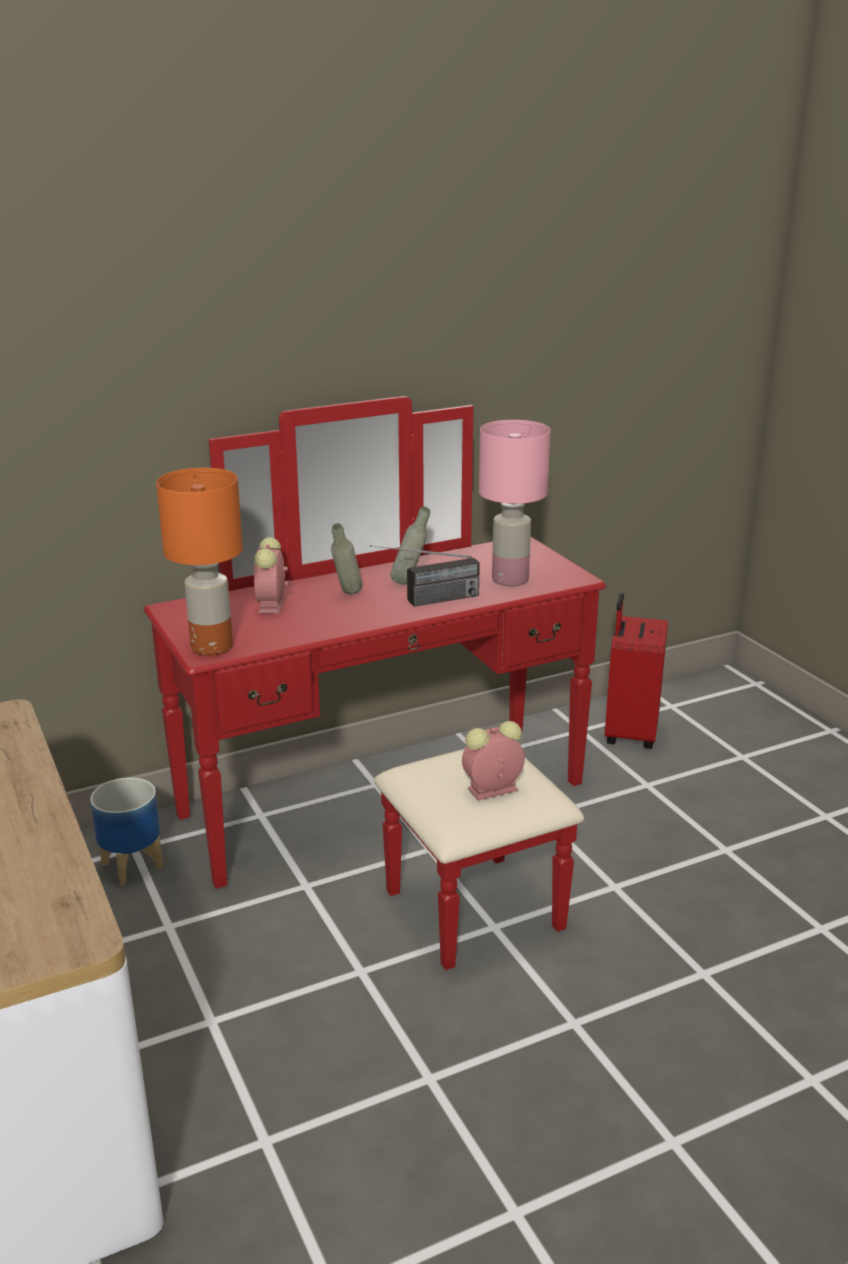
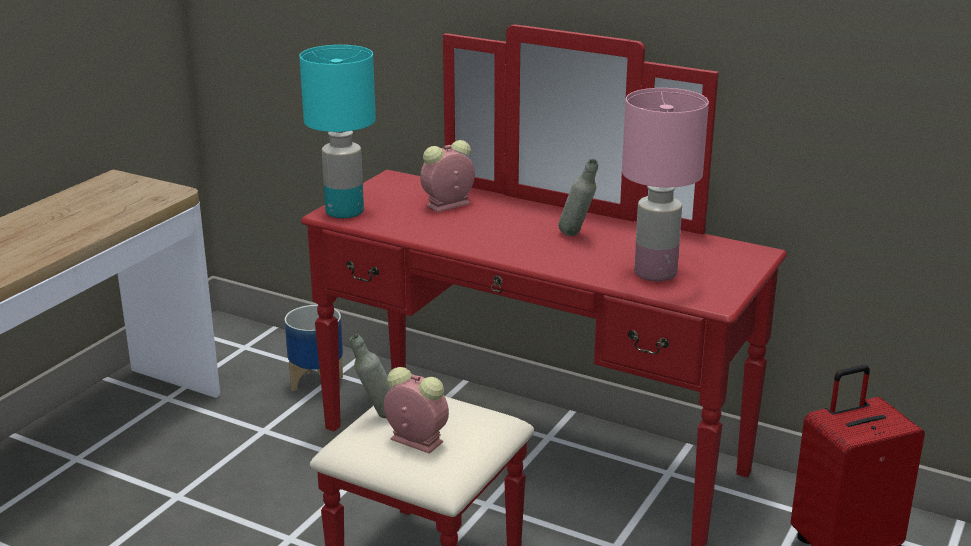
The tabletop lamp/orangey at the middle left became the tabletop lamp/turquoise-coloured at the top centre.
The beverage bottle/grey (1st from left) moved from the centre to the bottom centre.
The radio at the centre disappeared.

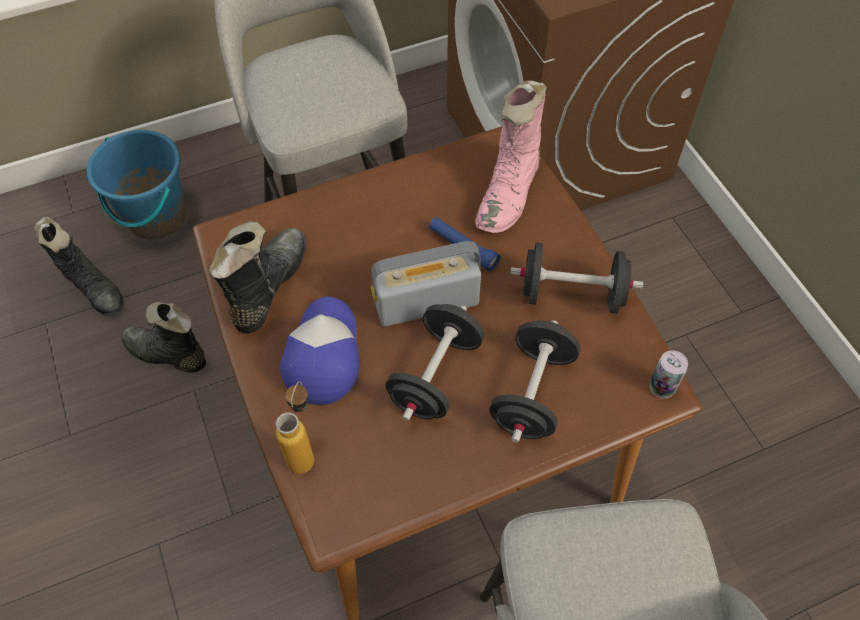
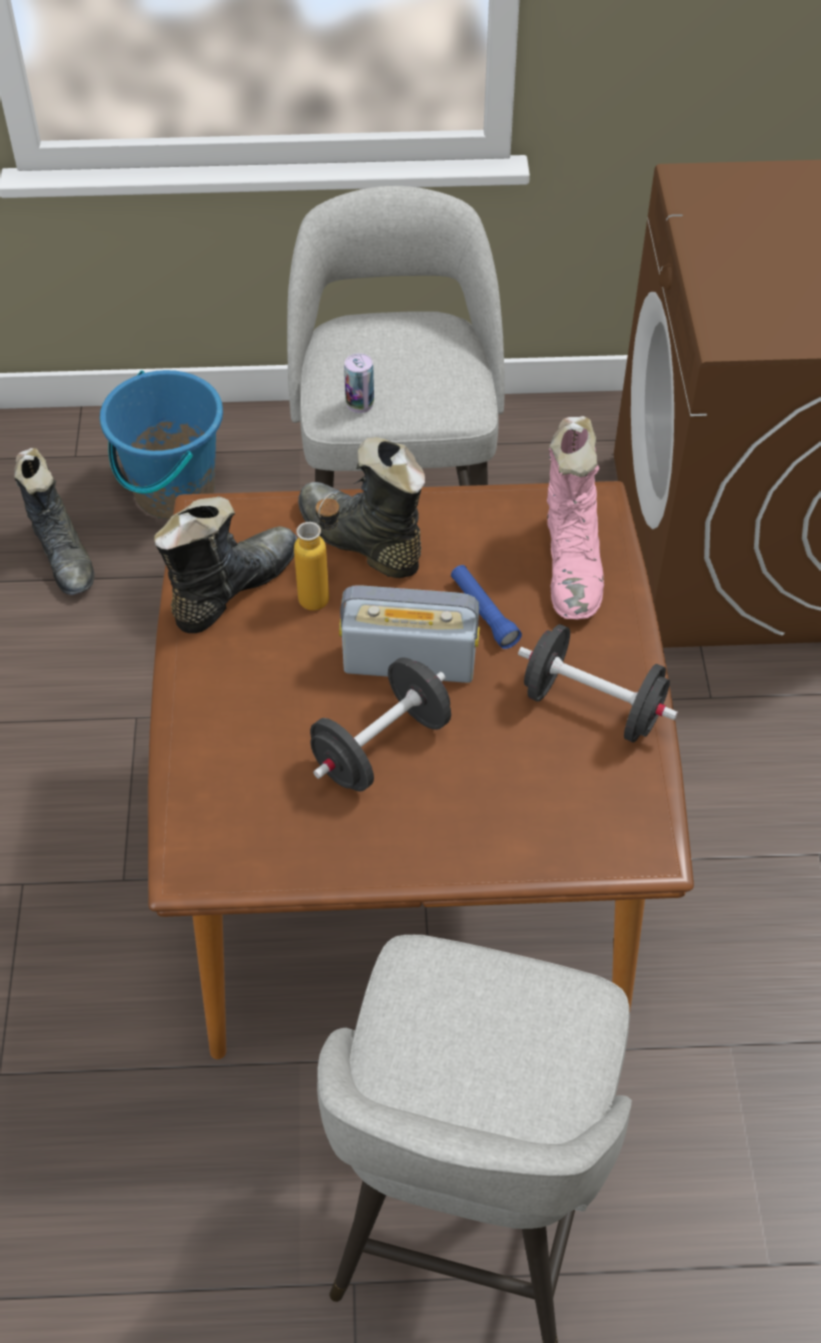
The beverage bottle moved from the bottom centre to the centre.
The high-top boot/blackish (2nd from left in the first image) moved from the middle left to the centre.
The can moved from the middle right to the top centre.
The high-top boot/pinkish at the top centre turned 45 degrees counterclockwise.
The cap at the centre disappeared.
The dumbbell/blackish (2nd from left) at the centre disappeared.

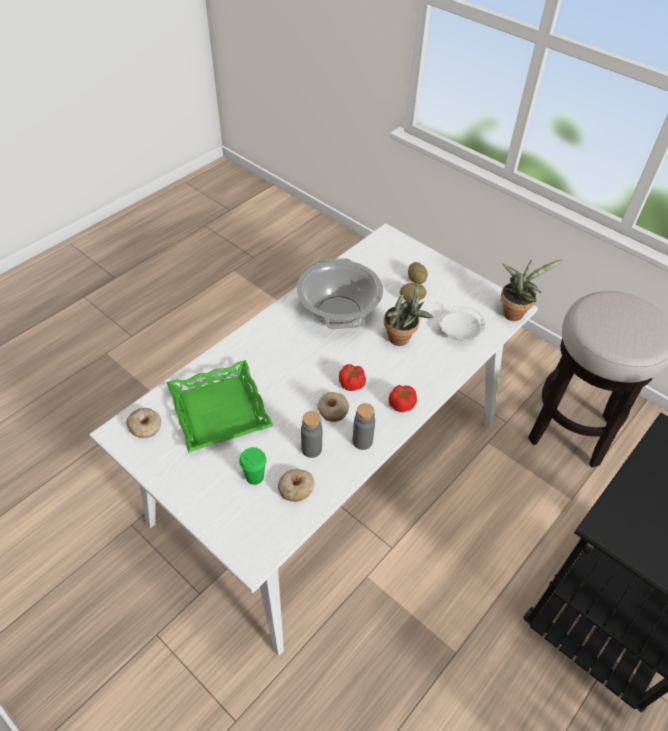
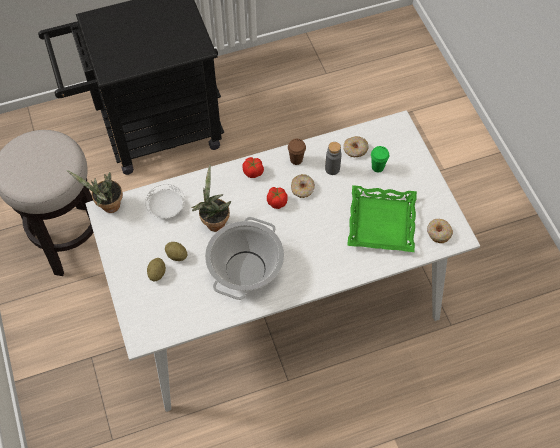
The beverage bottle/grey (2nd from left) at the centre was replaced by the drinking cup/brown at the centre.

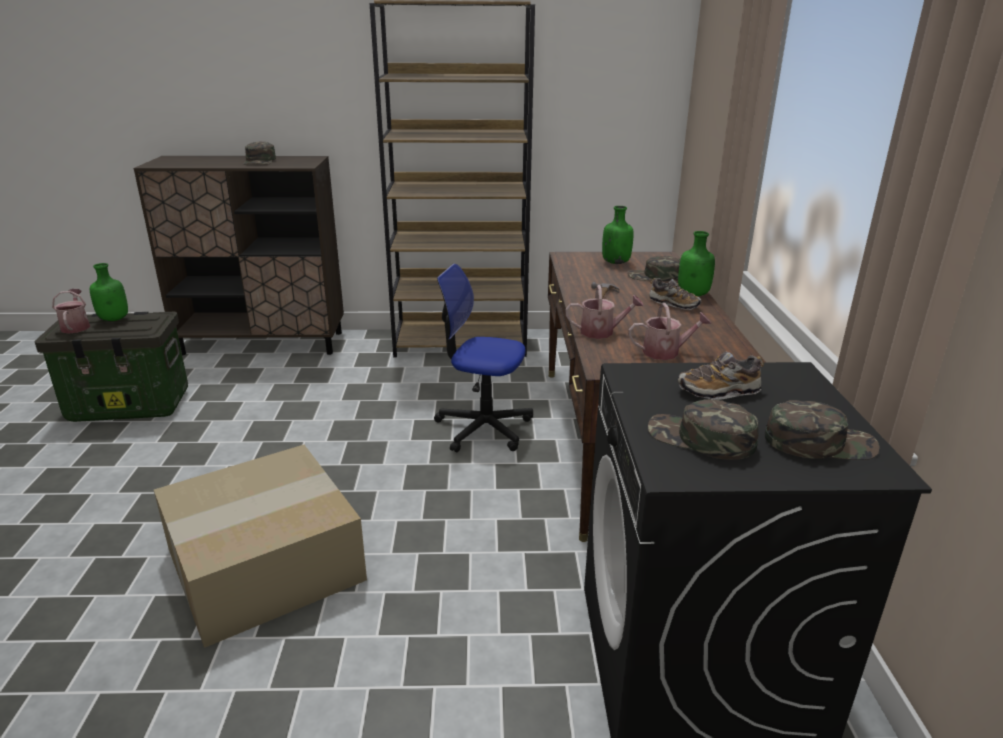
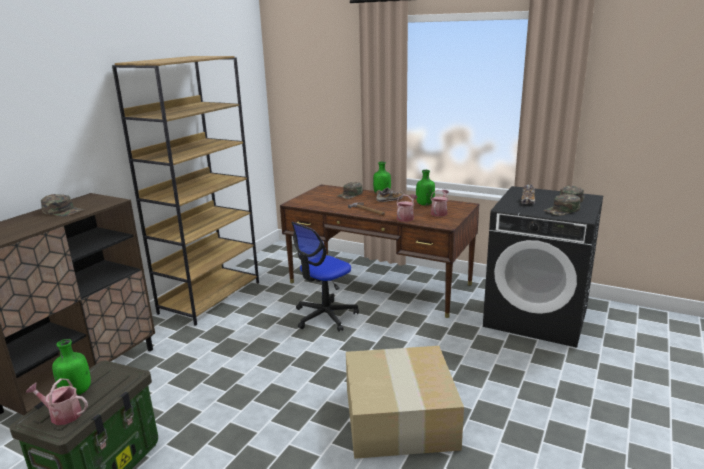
The beverage bottle/green-coloured (2nd from left in the first image) moved from the top centre to the centre.

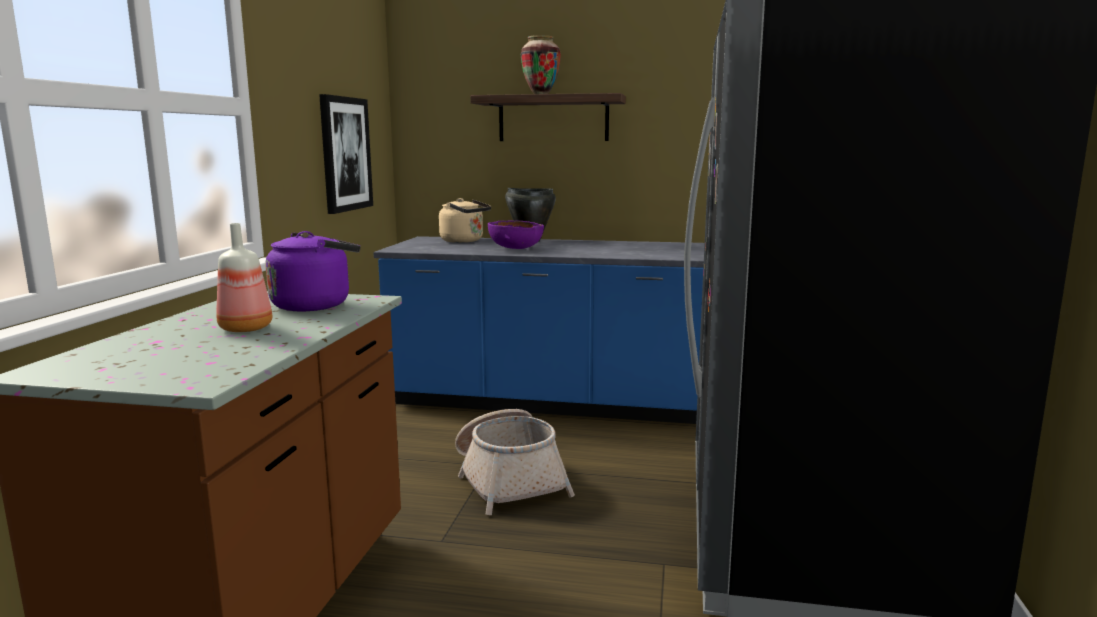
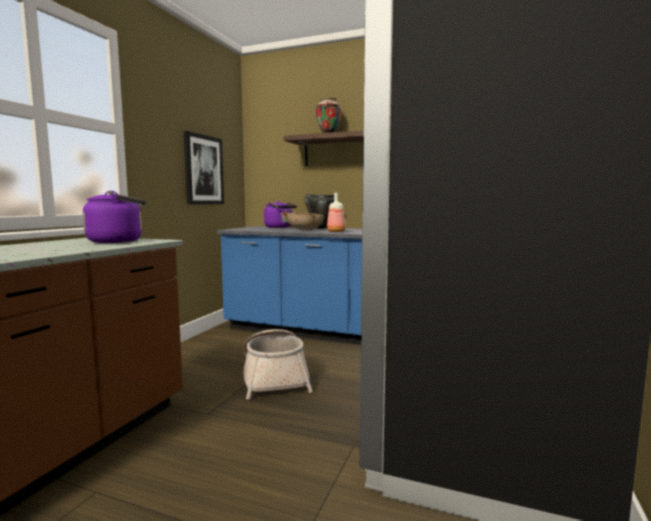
The water kettle/beige at the centre became the water kettle/purplish (2nd from left) at the centre.
The serving bowl/purplish at the centre became the serving bowl/brown at the centre.
The beverage bottle moved from the middle left to the centre.

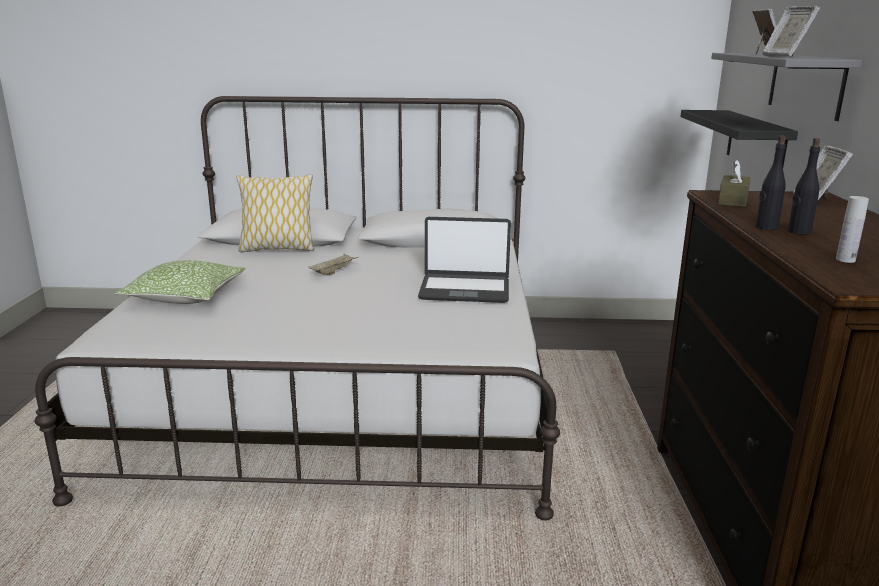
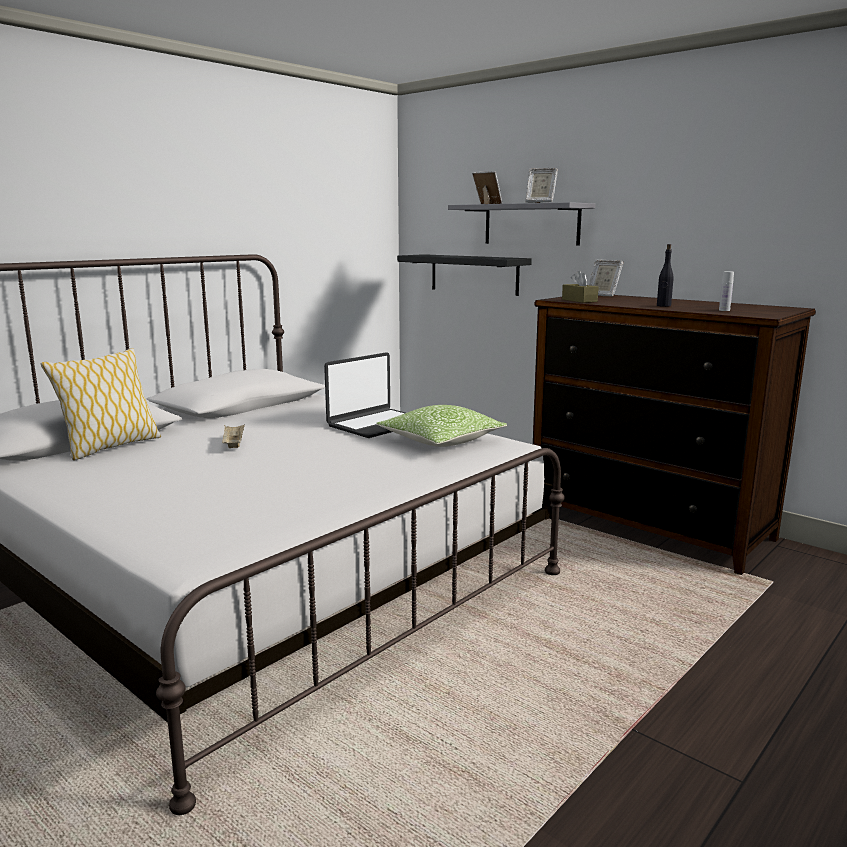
The cushion (1st from left in the first image) moved from the middle left to the centre.
The beverage bottle/blackish (1st from left) at the top right disappeared.

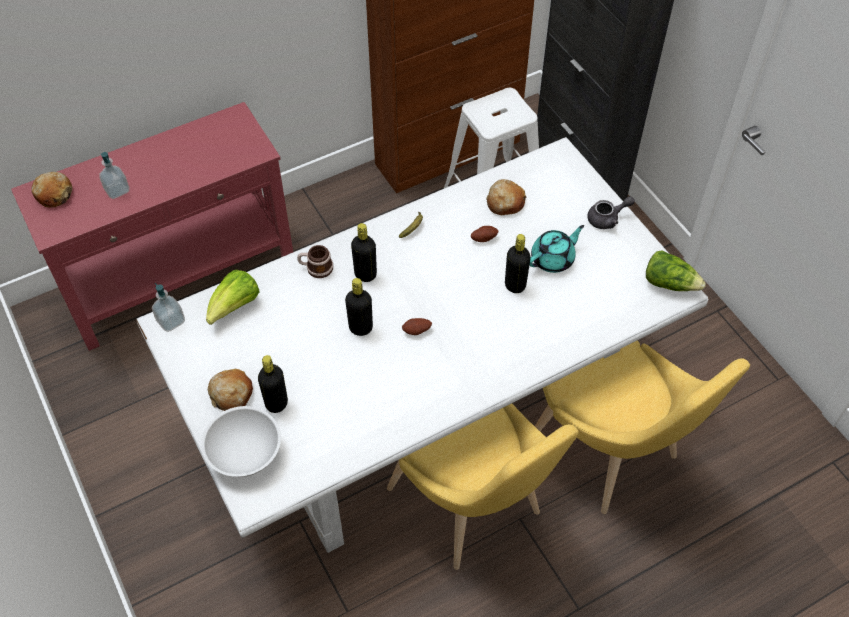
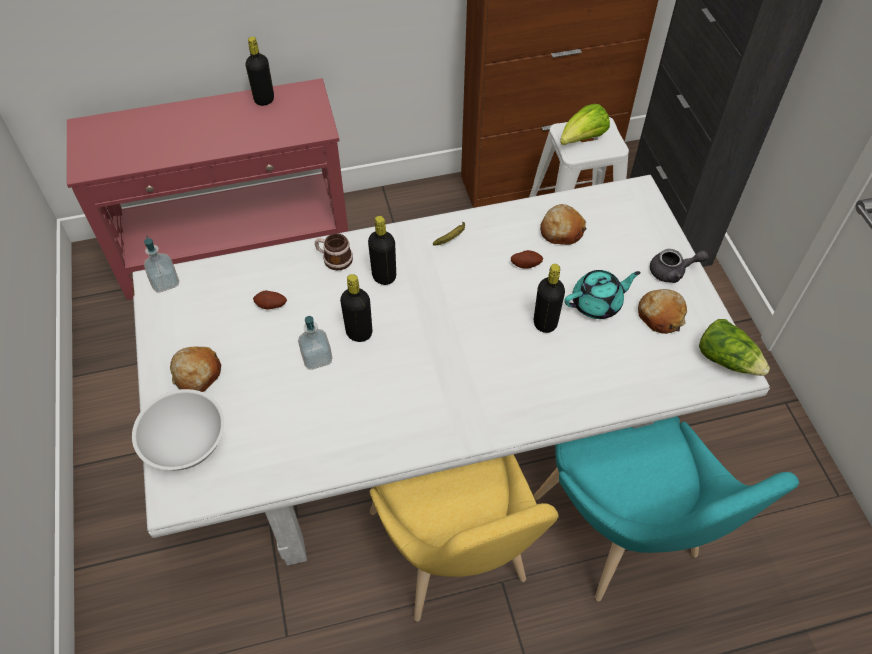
The beverage bottle/blackish (1st from left) moved from the middle left to the top left.
The potato (1st from left) moved from the centre to the middle left.
The liquid soap bottle (1st from left in the first image) moved from the top left to the centre.
The plain chair/yellow-coloured (2nd from left) at the bottom right became the plain chair/turquoise-coloured at the bottom right.
The lettuce head (1st from left) moved from the middle left to the top right.
The bread (1st from left in the first image) moved from the top left to the middle right.

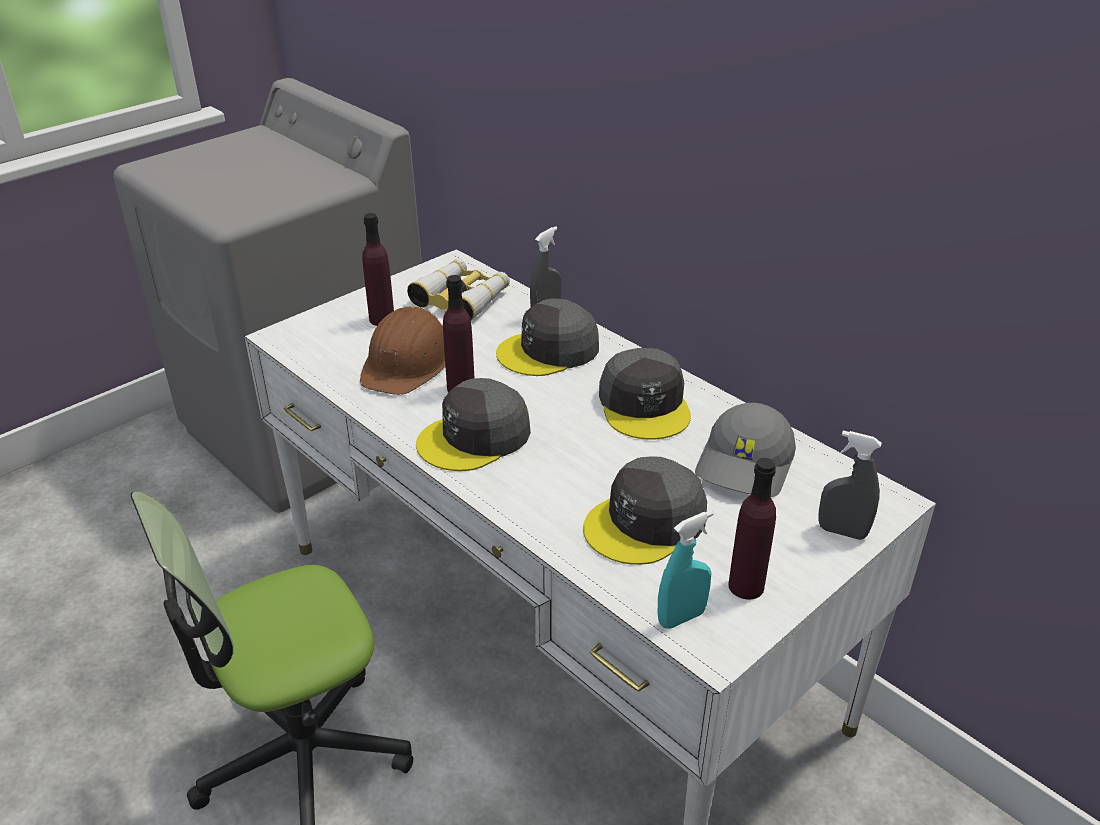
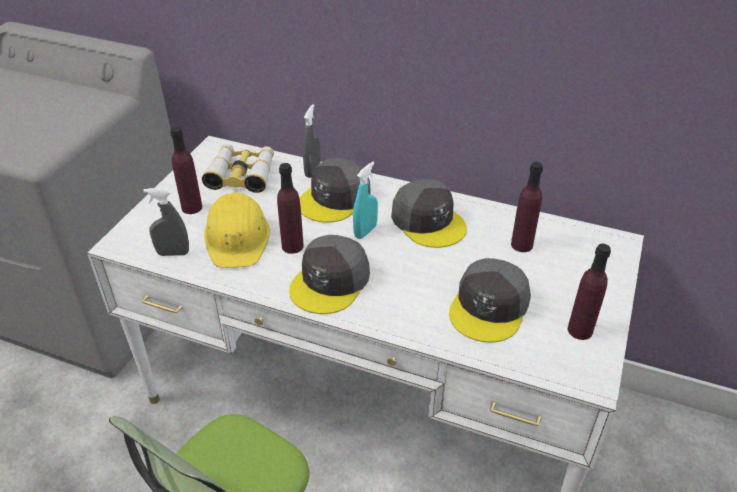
The sprayer/grey (2nd from left in the first image) moved from the middle right to the middle left.
The work helmet/brown at the centre became the work helmet/yellow-coloured at the middle left.
The sprayer/turquoise-coloured moved from the bottom centre to the centre.
The cap/grey (5th from left) at the middle right was replaced by the beverage bottle/purplish (3rd from left) at the middle right.

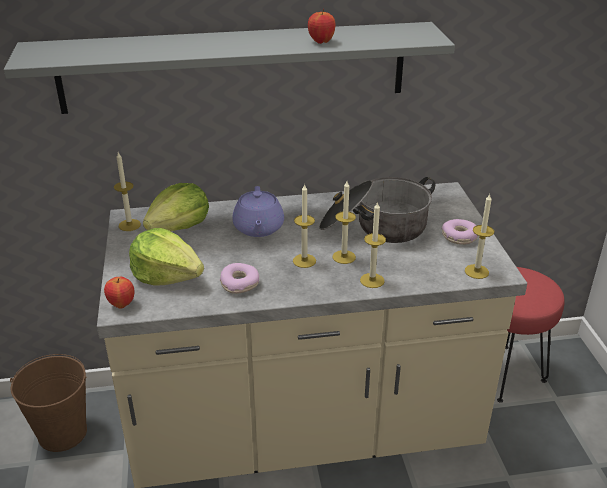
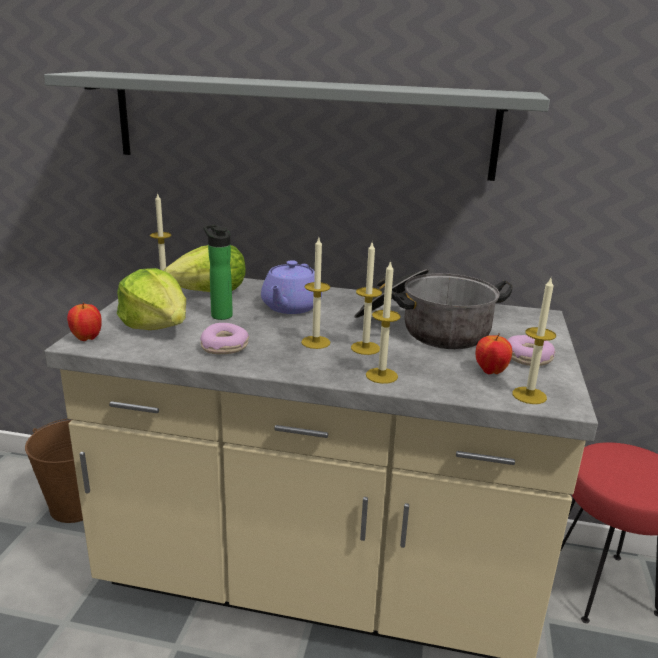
The beverage bottle at the middle left appeared.
The whole apple (2nd from left) moved from the top centre to the middle right.

